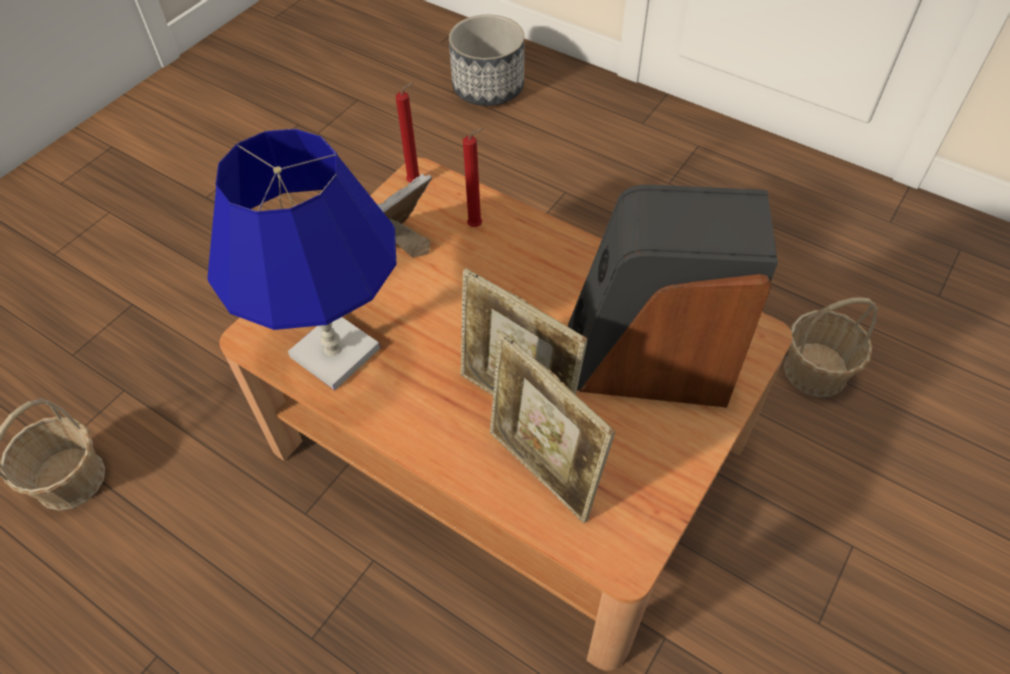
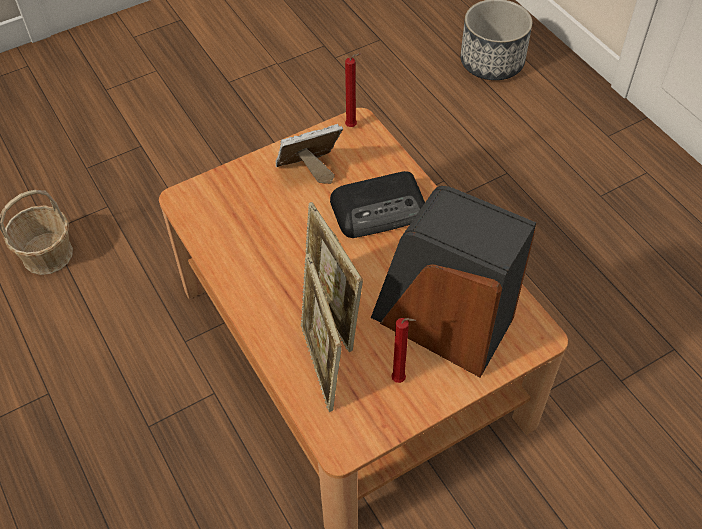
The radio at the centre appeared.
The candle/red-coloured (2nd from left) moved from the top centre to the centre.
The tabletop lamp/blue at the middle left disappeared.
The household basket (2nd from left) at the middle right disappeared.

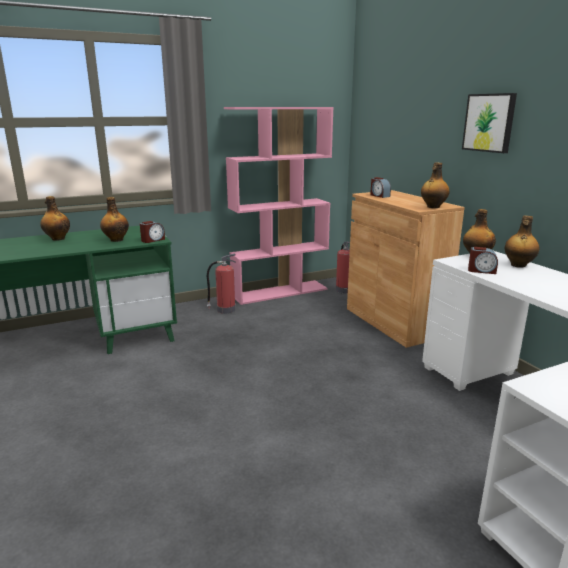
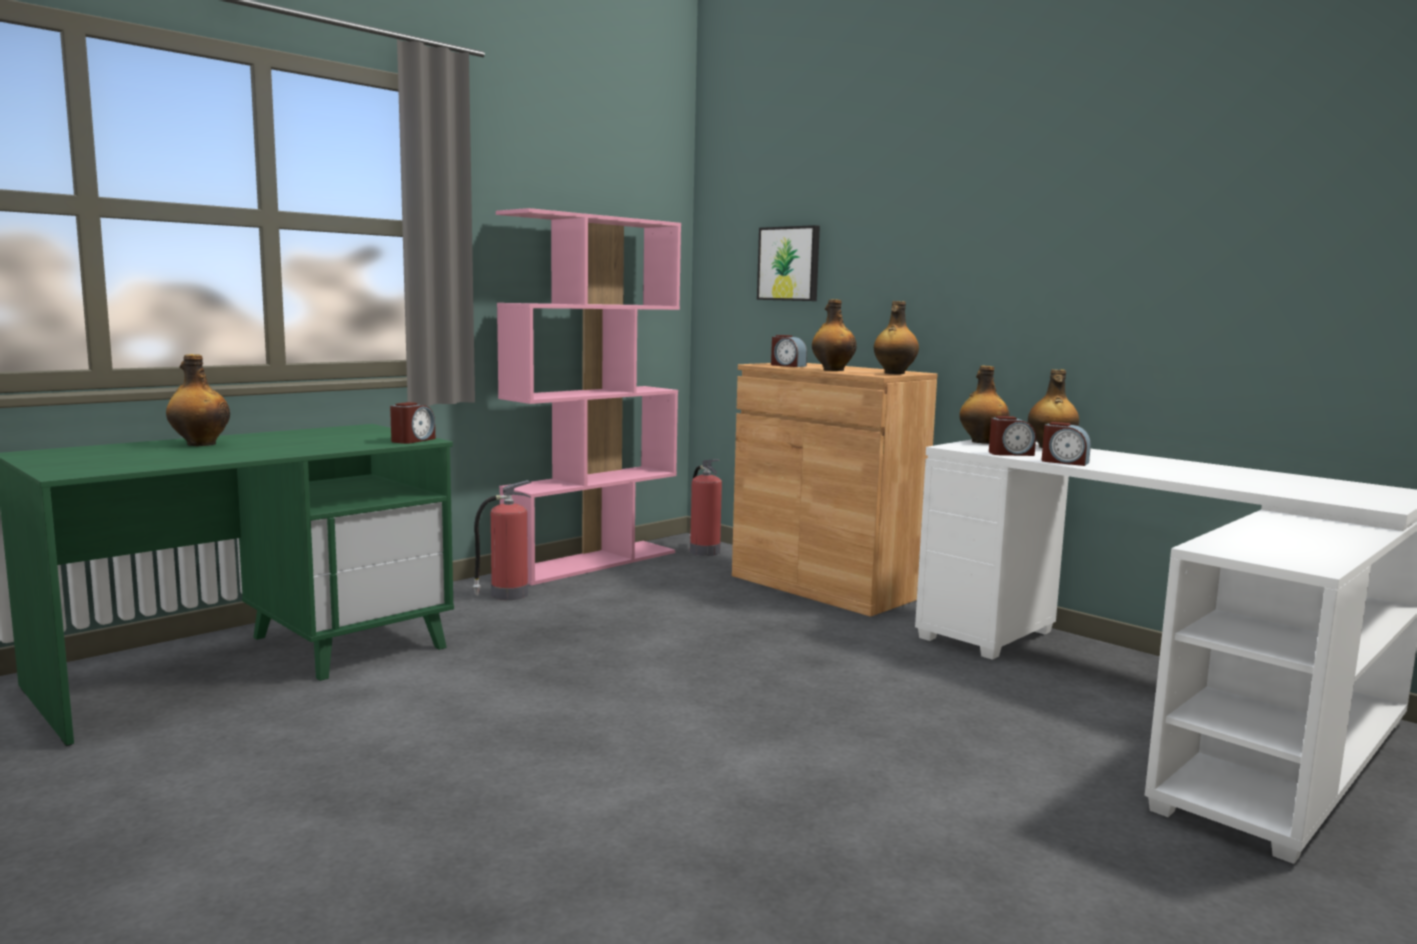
The wall art moved from the top right to the top centre.
The beverage bottle (2nd from left) moved from the middle left to the centre.
The bedside clock (4th from left) at the middle right appeared.

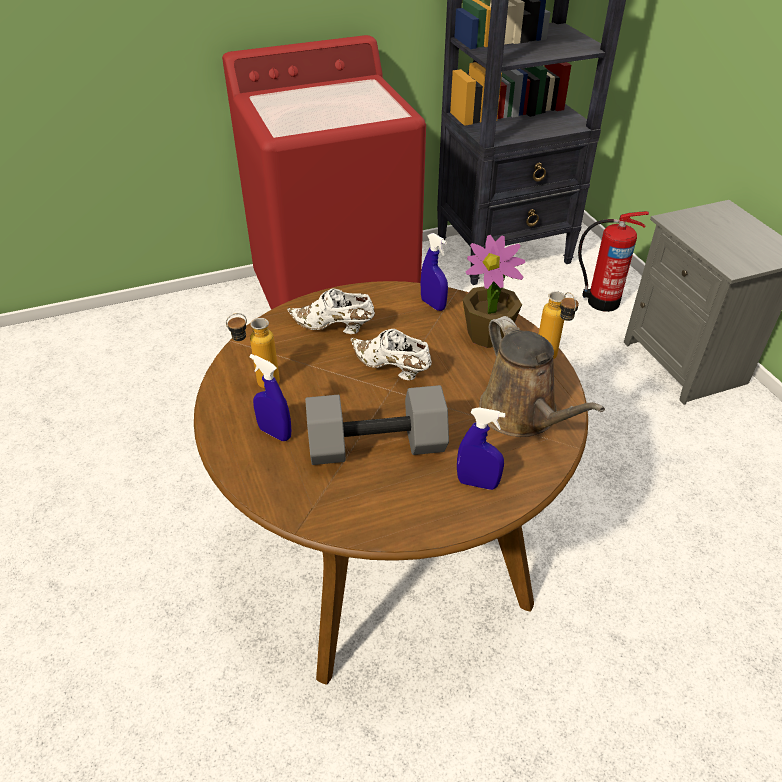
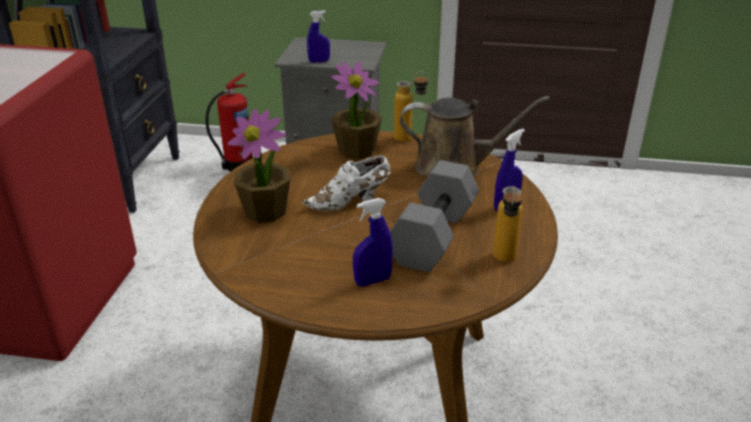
The low shoe/whitish (1st from left) at the centre was replaced by the potted plant (1st from left) at the centre.
The sprayer/blue (2nd from left in the first image) moved from the centre to the top centre.
The beverage bottle (1st from left in the first image) moved from the middle left to the middle right.

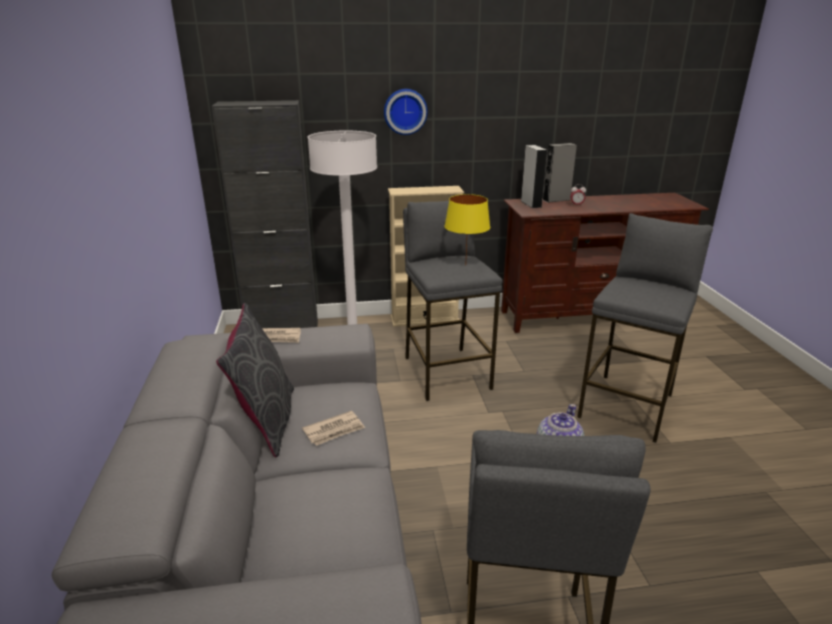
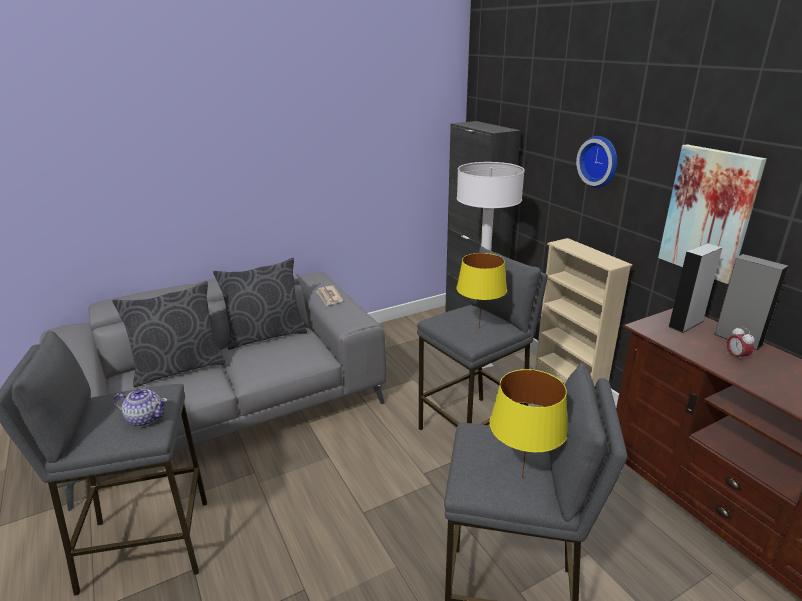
The cushion/grey (1st from left) at the middle left appeared.
The tabletop lamp/yellow-coloured (2nd from left) at the bottom centre appeared.
The wall art at the middle right appeared.
The printed paper (2nd from left) at the bottom centre disappeared.

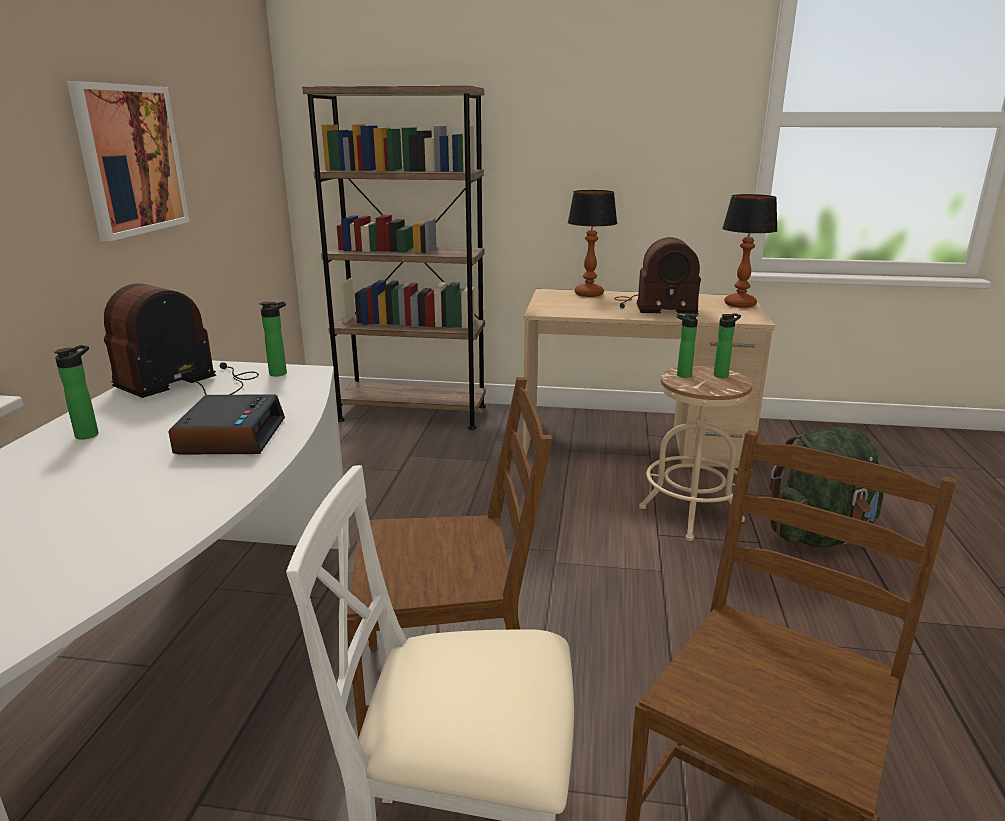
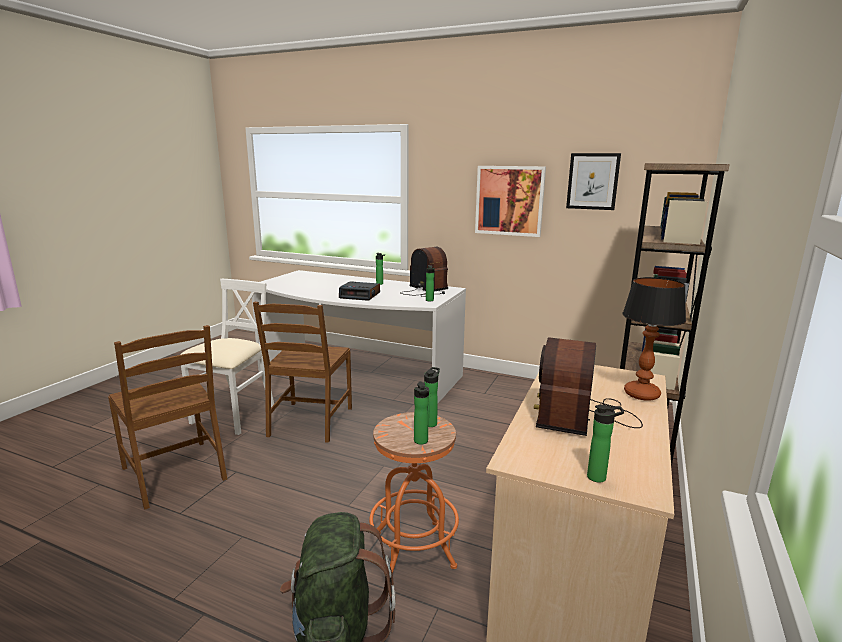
The stool/beige at the middle right became the stool/orangey at the bottom centre.
The wall art (2nd from left) at the top right appeared.
The tabletop lamp (2nd from left) at the top right was replaced by the beverage bottle (5th from left) at the bottom right.

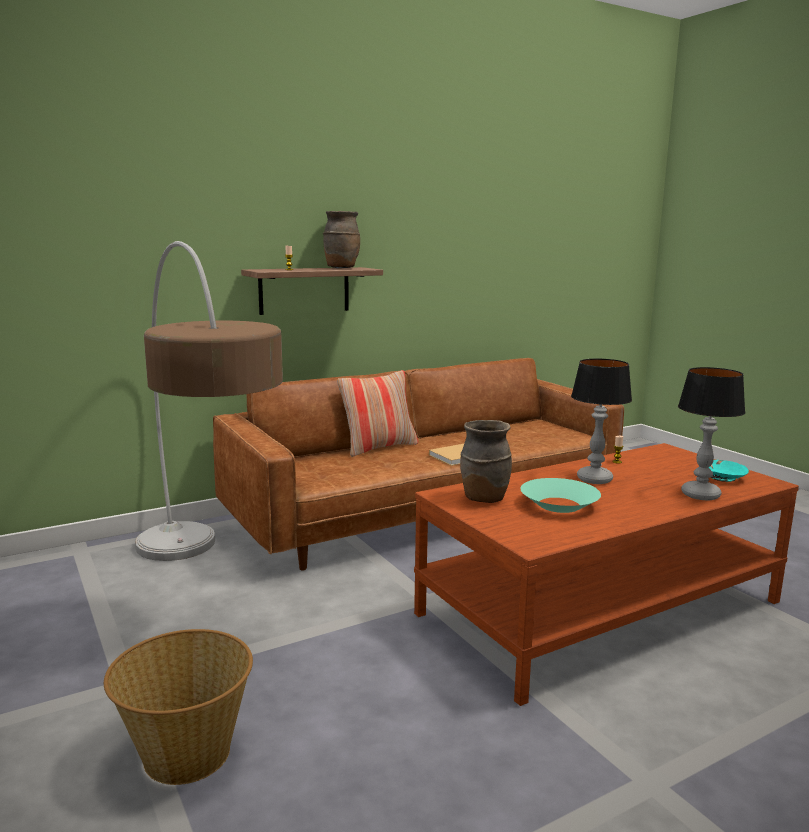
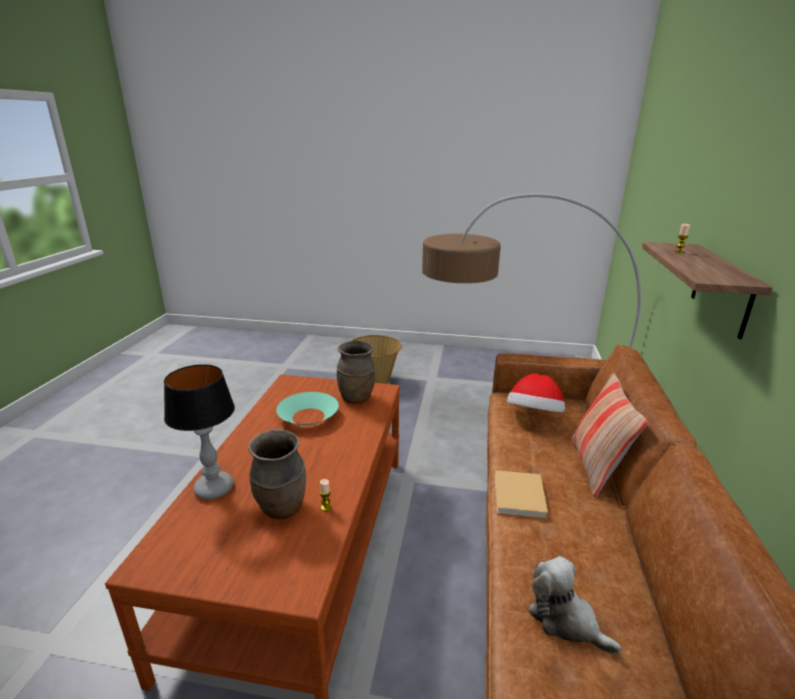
The vase/brown (1st from left) moved from the top centre to the bottom centre.
The clothing hat at the middle right appeared.
The cuddly toy at the bottom right appeared.
The tabletop lamp (1st from left) at the middle right disappeared.
The serving bowl/turquoise-coloured (2nd from left) at the middle right disappeared.

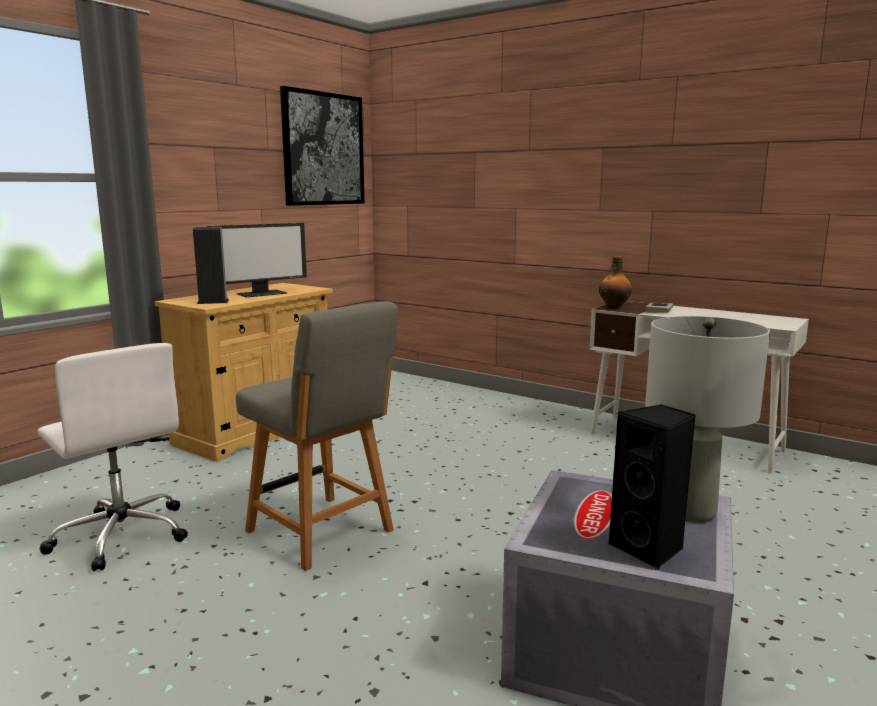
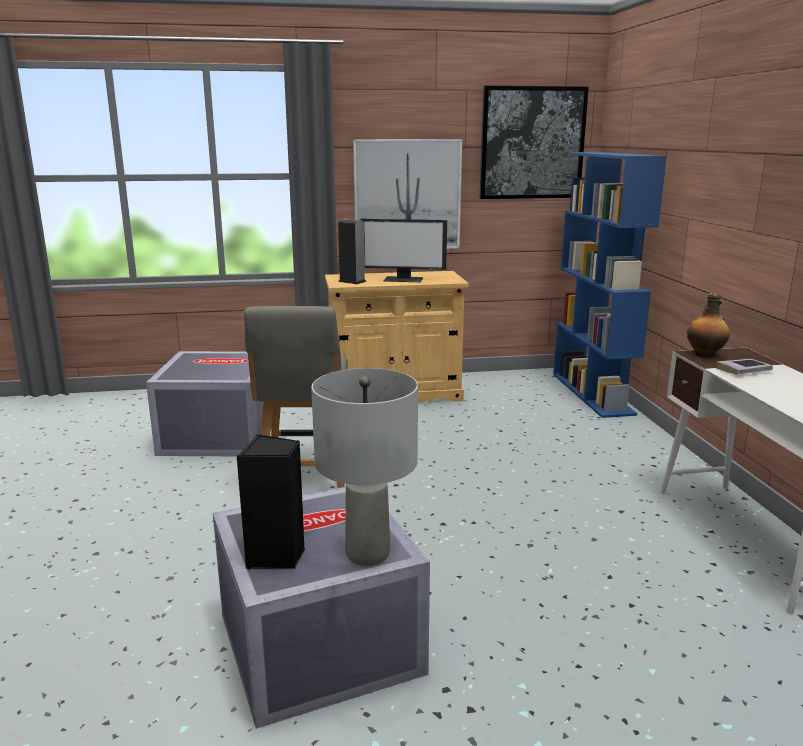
The office chair/whitish at the middle left was replaced by the storage box/grey (1st from left) at the middle left.
The wall art (1st from left) at the top centre appeared.
The bookcase/blue at the middle right appeared.

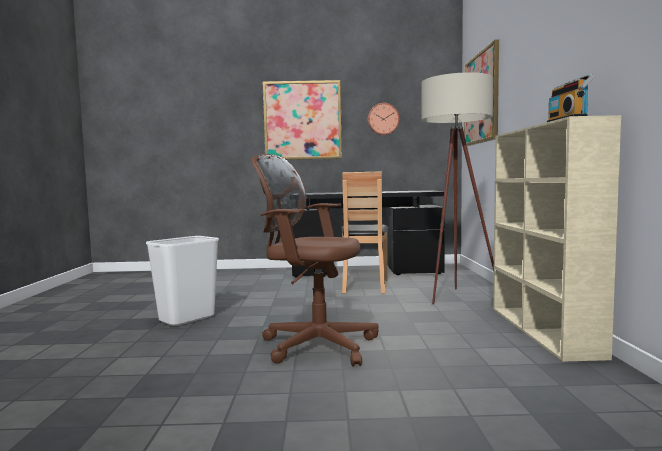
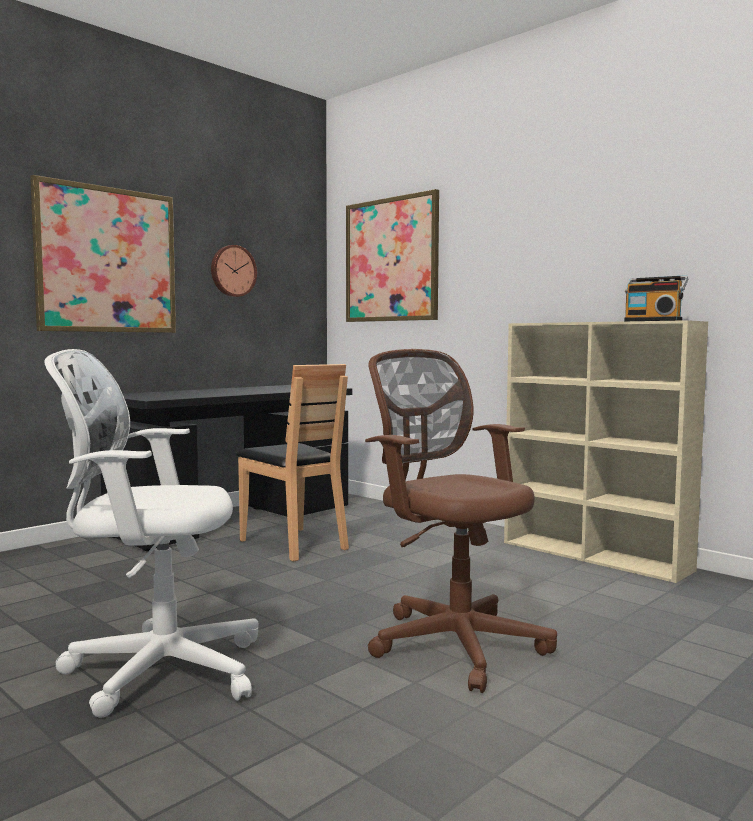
The trash can/whitish at the middle left was replaced by the office chair/whitish at the middle left.
The office chair/brown at the centre turned 75 degrees clockwise.
The standard lamp/beige at the middle right disappeared.

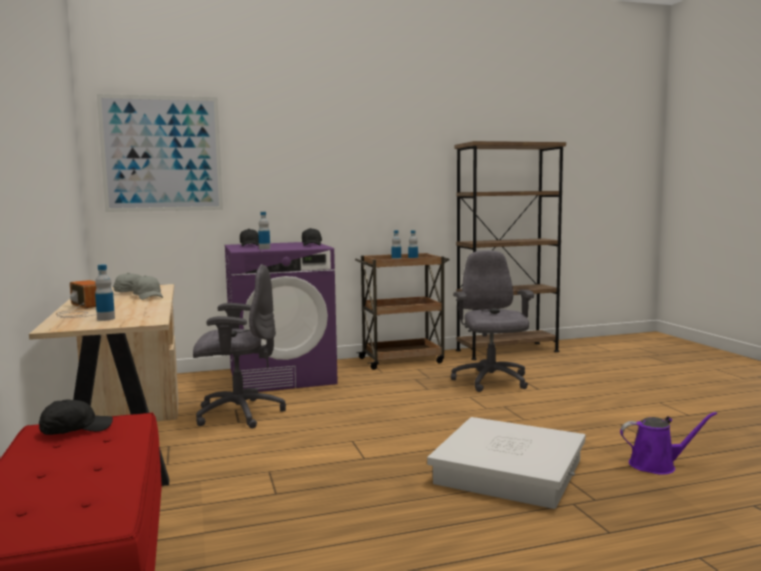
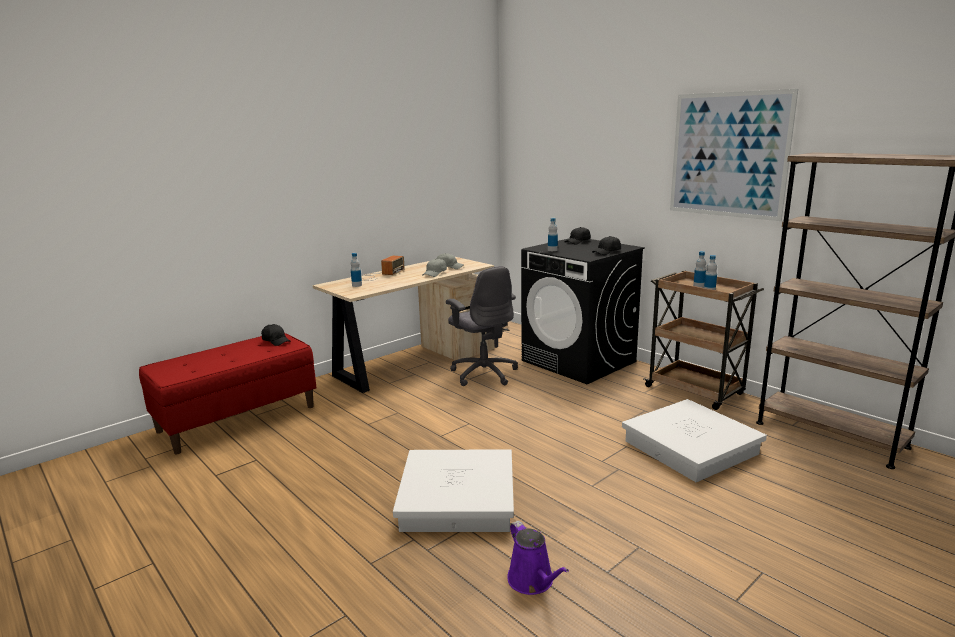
The washing machine/purplish at the centre became the washing machine/blackish at the centre.
The office chair/grey (2nd from left) at the centre was replaced by the storage box/whitish (2nd from left) at the bottom right.
The wall art moved from the top left to the top right.

